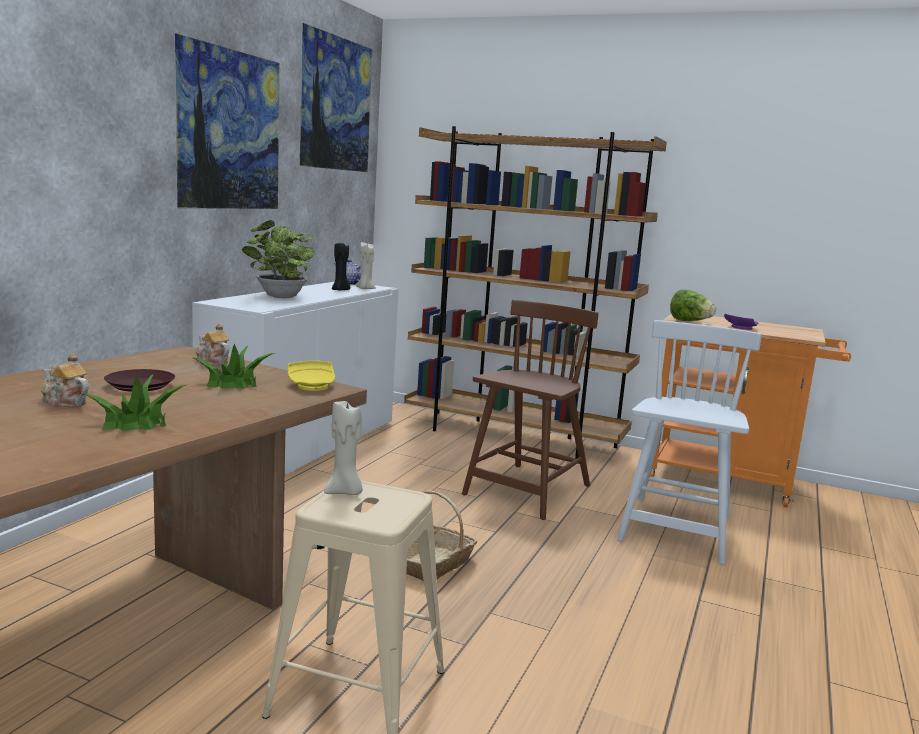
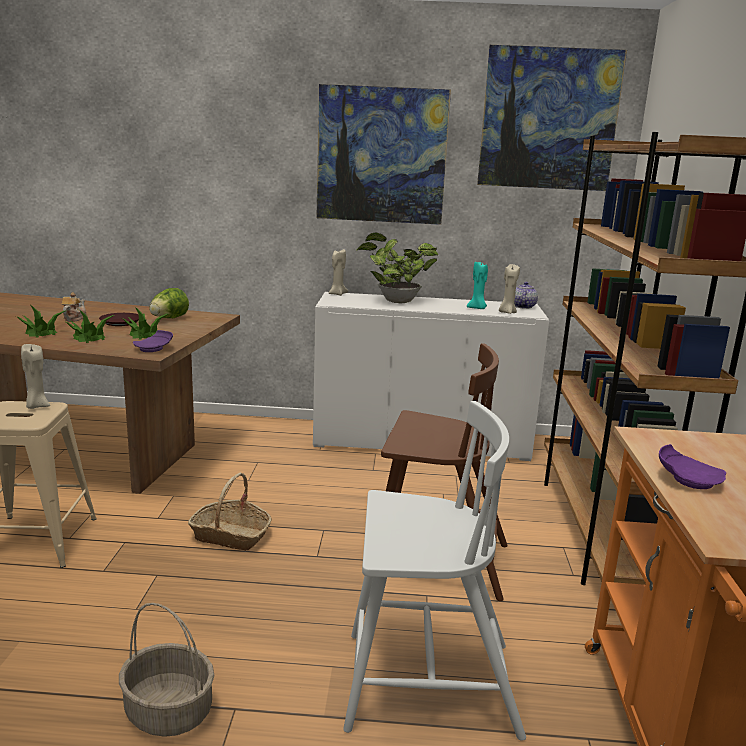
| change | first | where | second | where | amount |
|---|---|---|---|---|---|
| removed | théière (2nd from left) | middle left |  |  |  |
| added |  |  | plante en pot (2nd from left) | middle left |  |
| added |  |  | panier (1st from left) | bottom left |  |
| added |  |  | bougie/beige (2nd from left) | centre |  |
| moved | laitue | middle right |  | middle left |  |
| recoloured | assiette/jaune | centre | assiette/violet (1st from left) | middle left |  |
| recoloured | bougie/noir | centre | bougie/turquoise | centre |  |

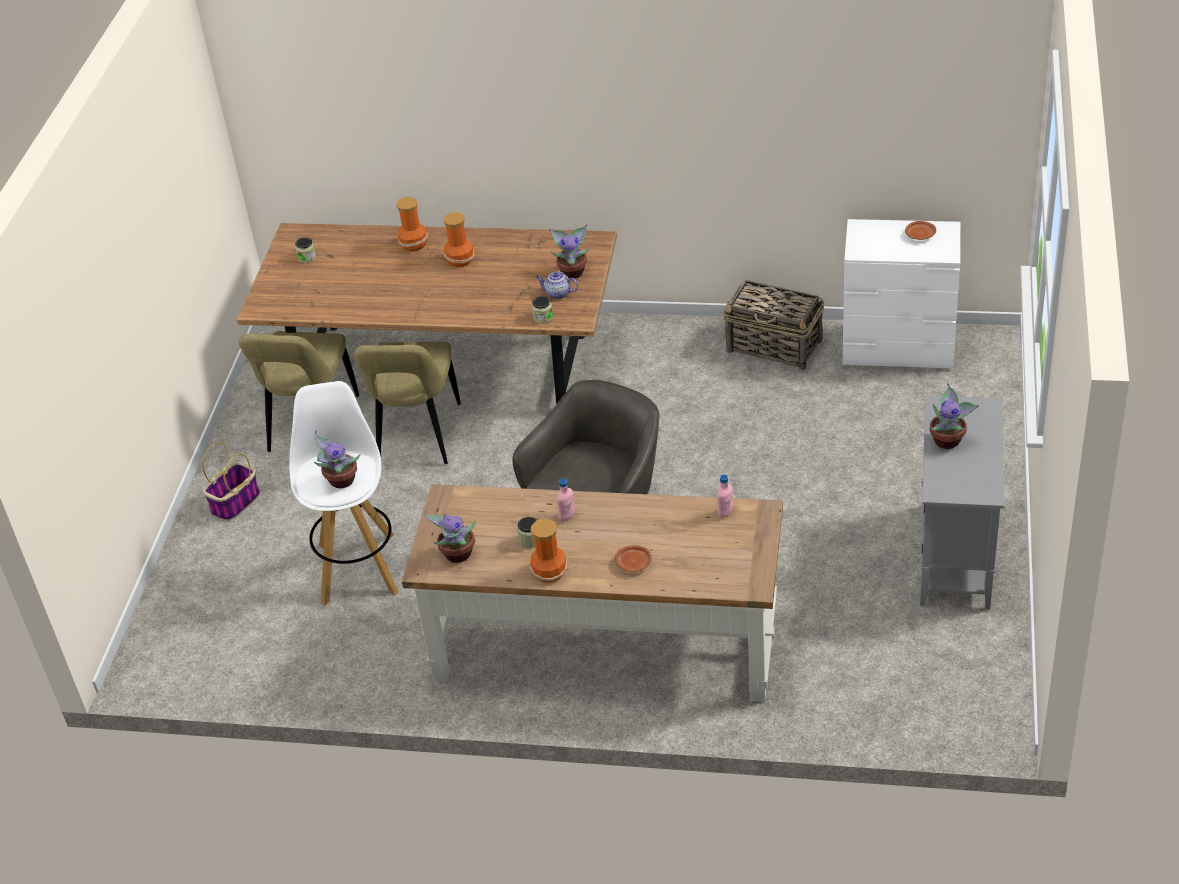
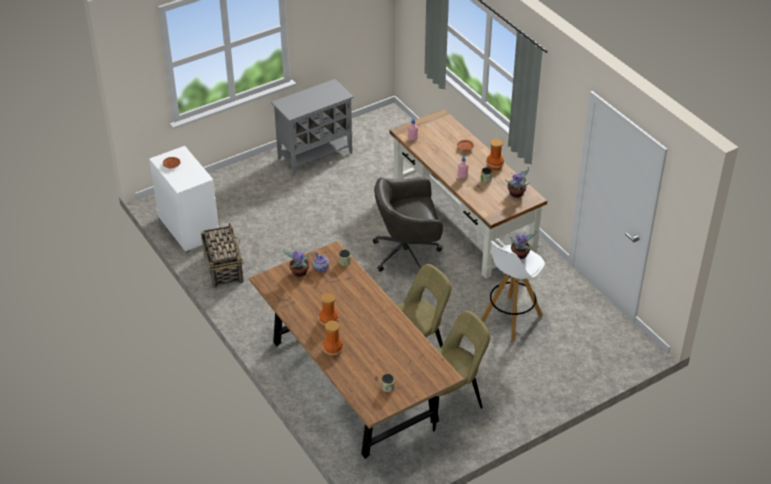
| change | first | where | second | where | amount |
|---|---|---|---|---|---|
| removed | panier (1st from left) | middle left |  |  |  |
| removed | plante en pot (4th from left) | middle right |  |  |  |

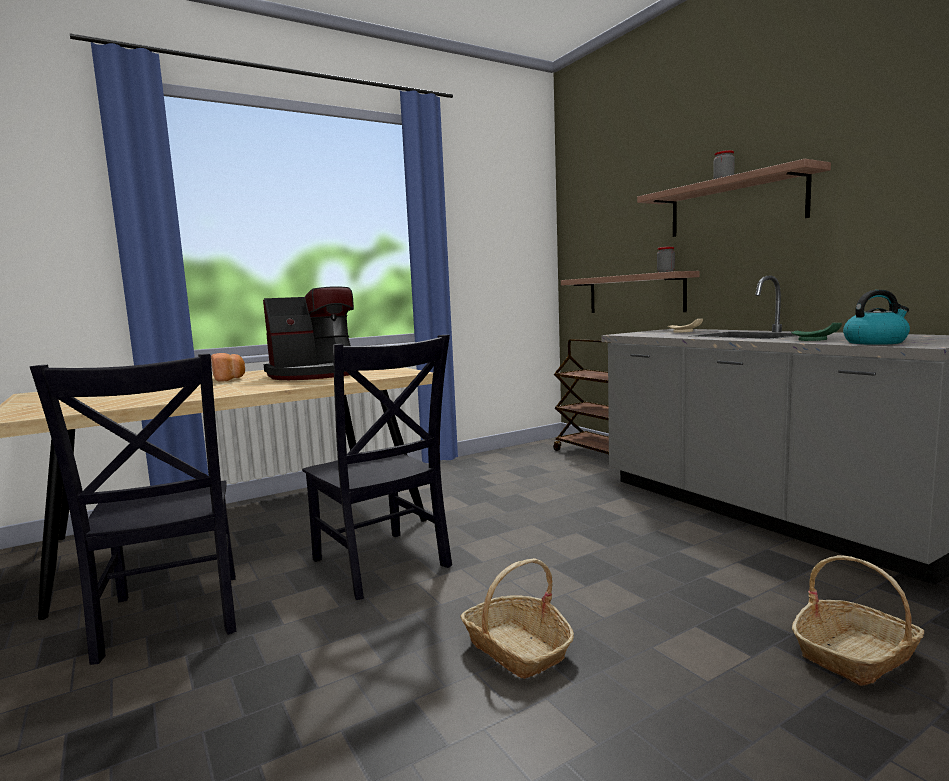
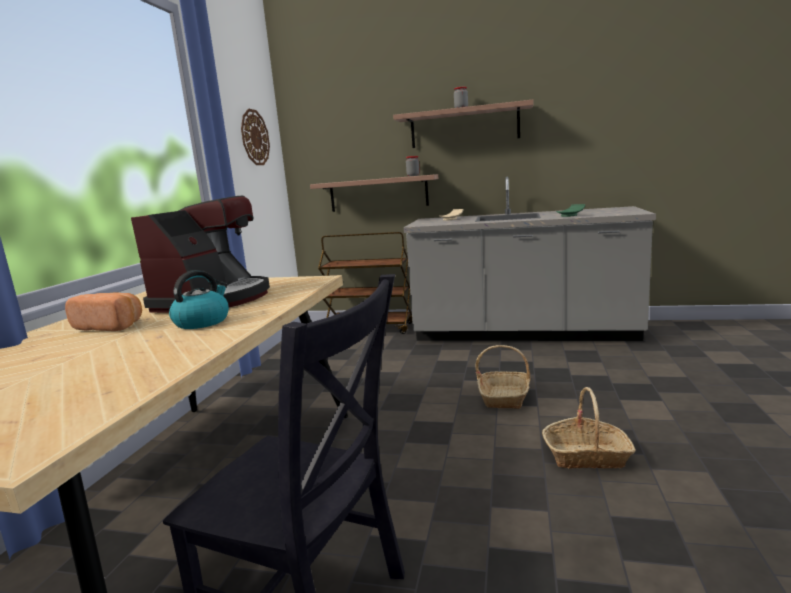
| change | first | where | second | where | amount |
|---|---|---|---|---|---|
| removed | chaise/noir (2nd from left) | centre |  |  |  |
| added |  |  | horloge murale | top left |  |
| moved | panier (2nd from left in the first image) | bottom right | panier (1st from left) | centre |  |
| moved | bouilloire | middle right |  | middle left |  |

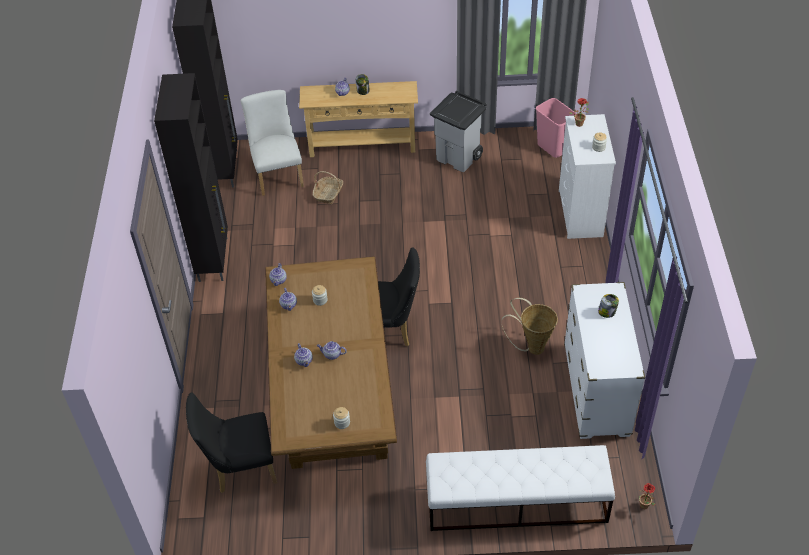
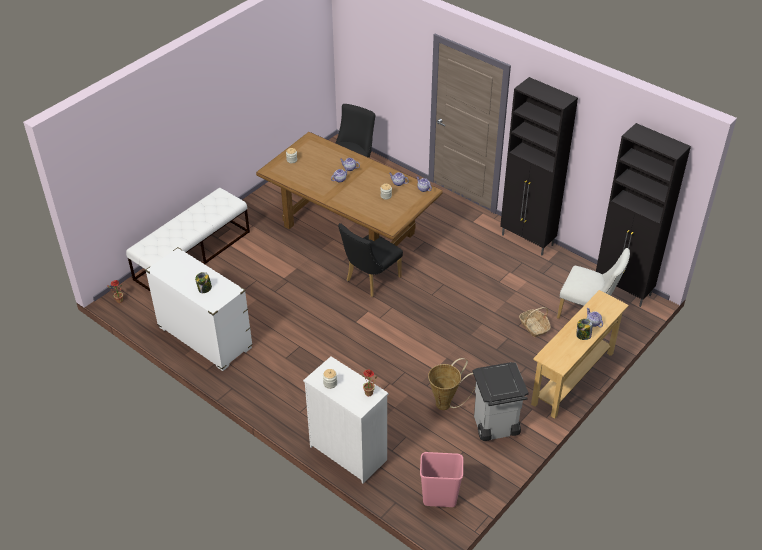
| change | first | where | second | where | amount |
|---|---|---|---|---|---|
| moved | panier (2nd from left in the first image) | centre | panier (1st from left) | bottom centre |  |

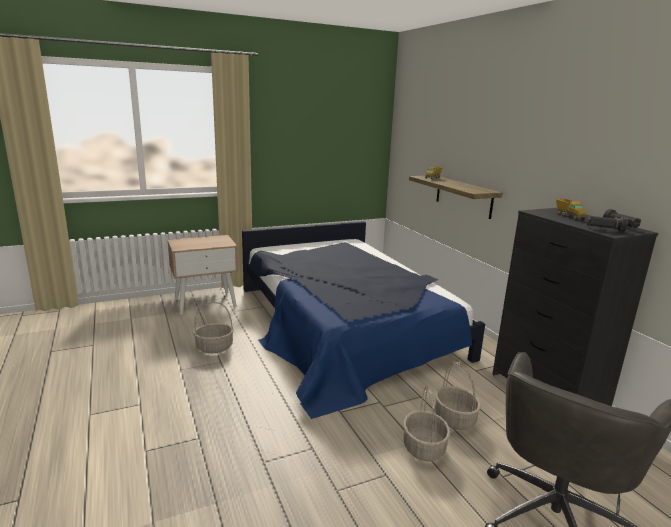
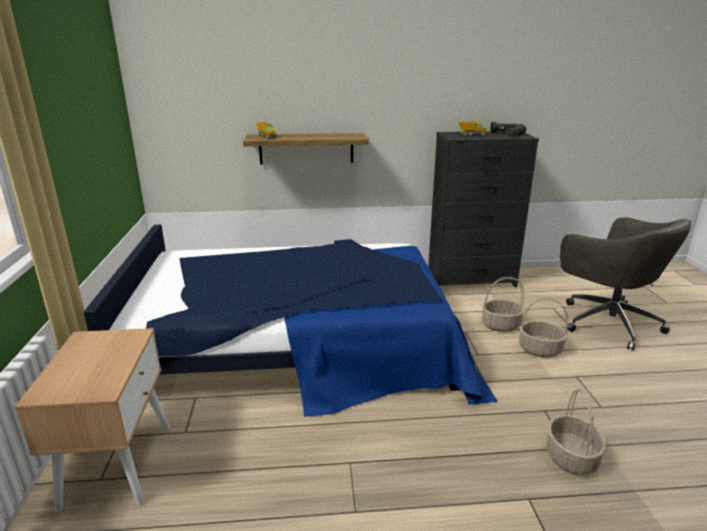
| change | first | where | second | where | amount |
|---|---|---|---|---|---|
| moved | panier (1st from left in the first image) | middle left | panier (3rd from left) | bottom right |  |

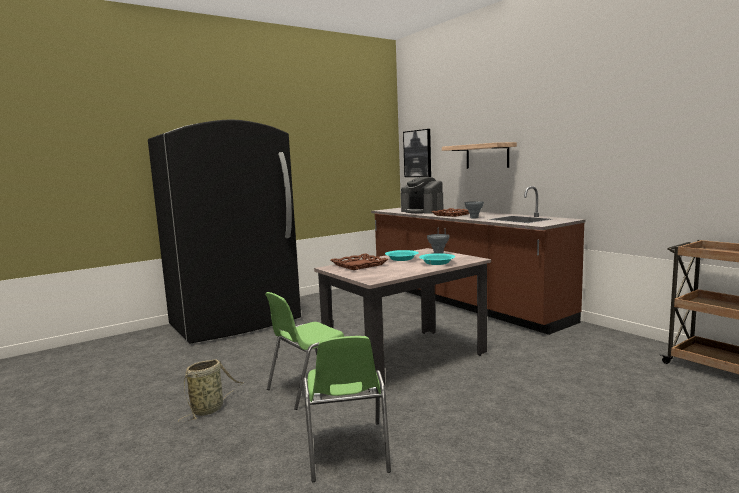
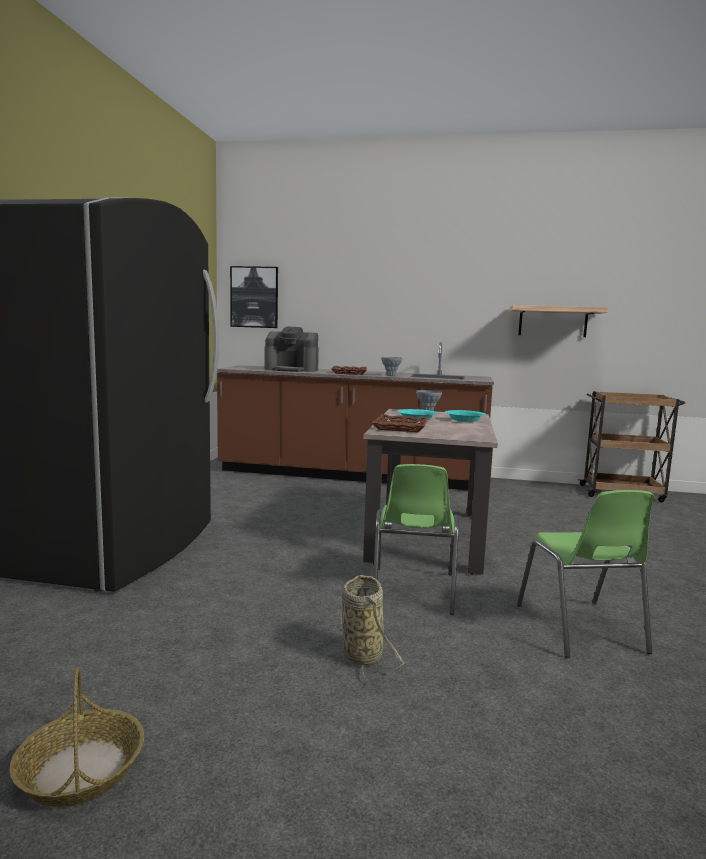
| change | first | where | second | where | amount |
|---|---|---|---|---|---|
| added |  |  | panier (1st from left) | bottom left |  |
| moved | étagère | top centre |  | middle right |  |
| turned | chaise/vert (2nd from left) | bottom centre |  | bottom right | 45 degrees clockwise |

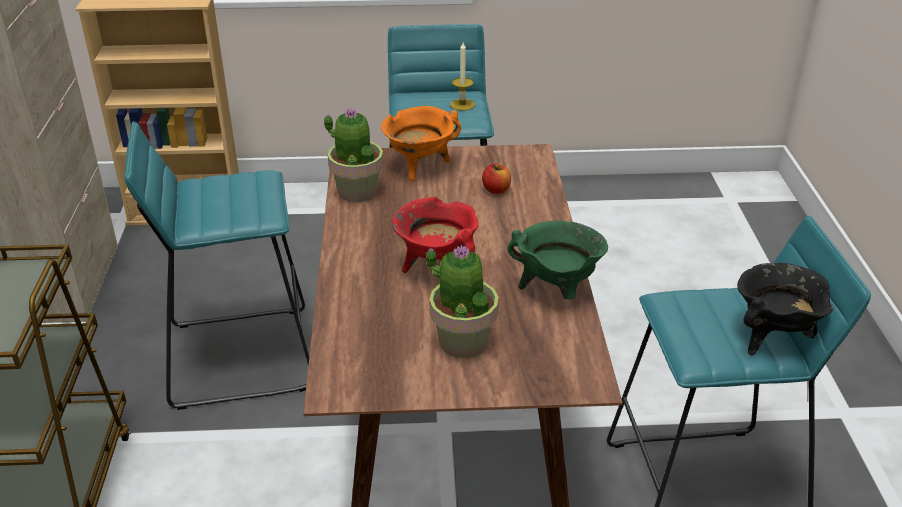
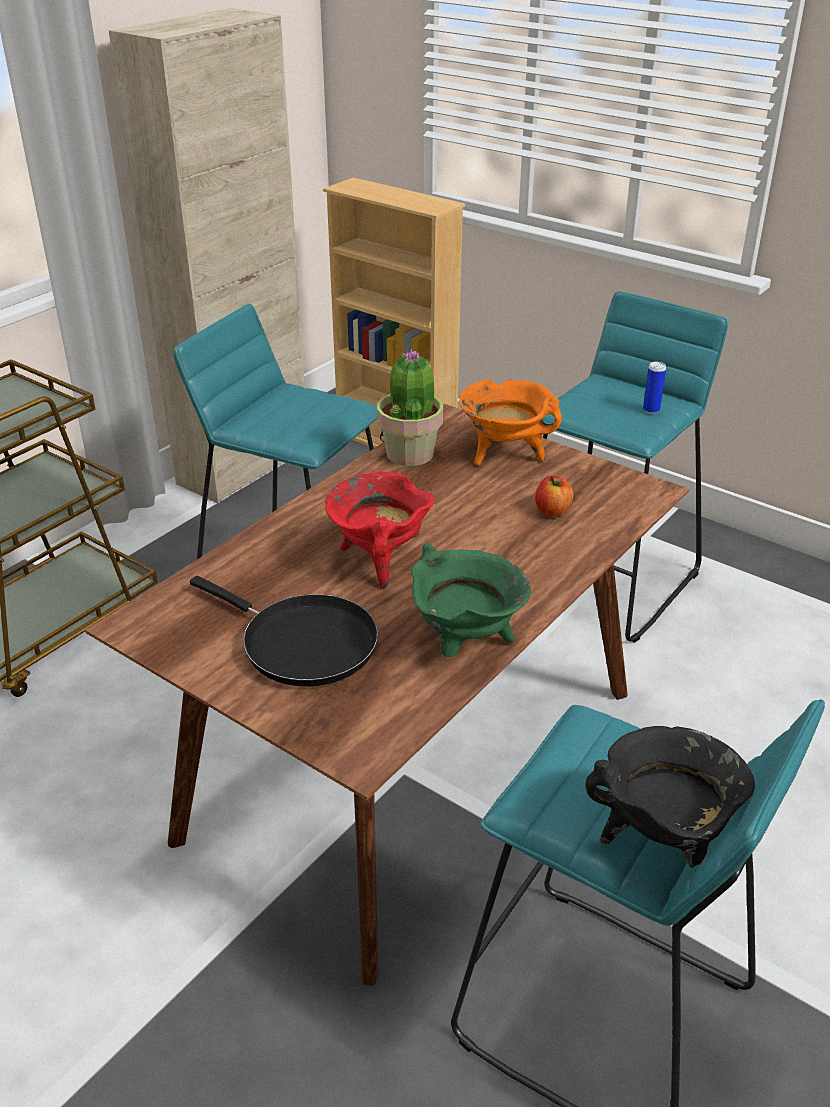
| change | first | where | second | where | amount |
|---|---|---|---|---|---|
| replaced | plante en pot (2nd from left) | centre | poêle/noir | centre |  |
| replaced | bougie | top centre | boîte métallique | middle right |  |

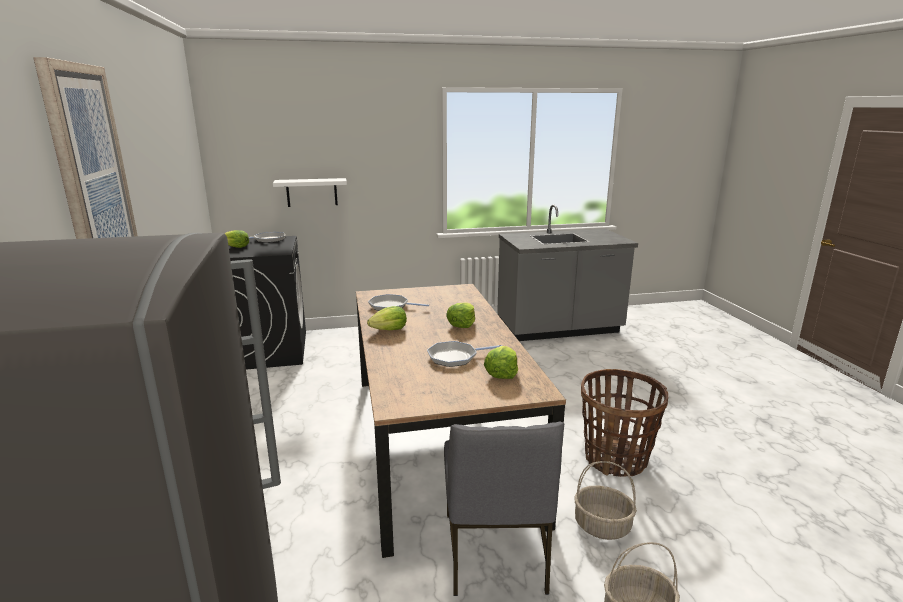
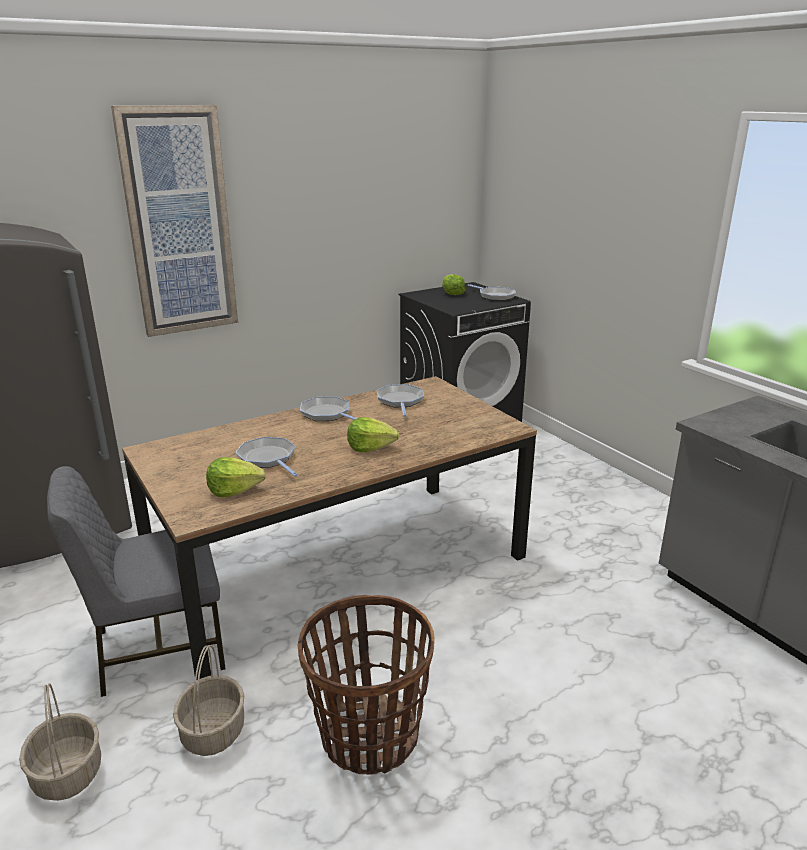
| change | first | where | second | where | amount |
|---|---|---|---|---|---|
| removed | étagère/blanc | top centre |  |  |  |
| replaced | laitue (2nd from left) | centre | poêle (2nd from left) | centre |  |

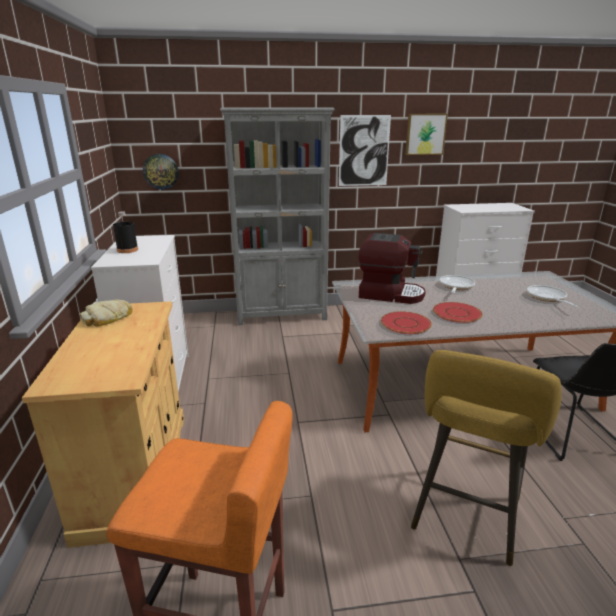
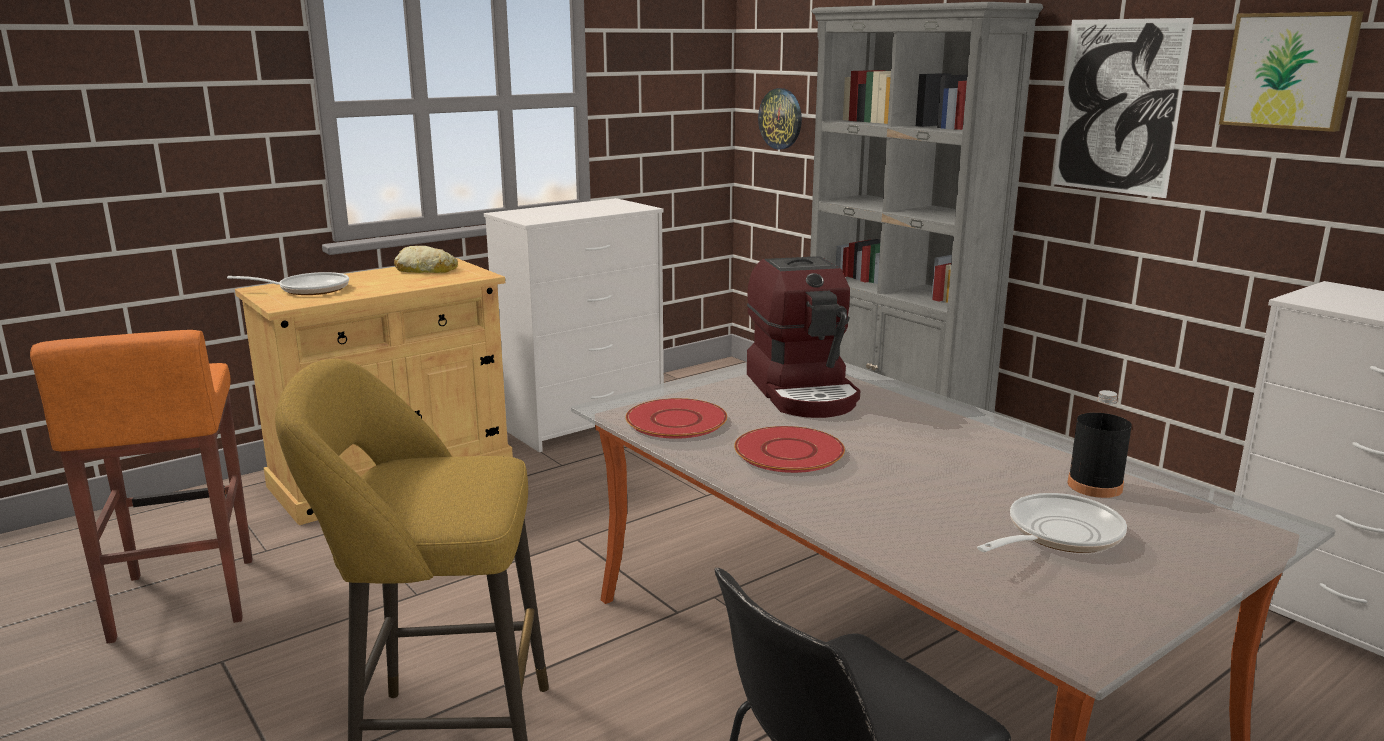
| change | first | where | second | where | amount |
|---|---|---|---|---|---|
| moved | bouteille/noir | middle left |  | middle right |  |
| moved | poêle (1st from left) | middle right |  | middle left |  |

